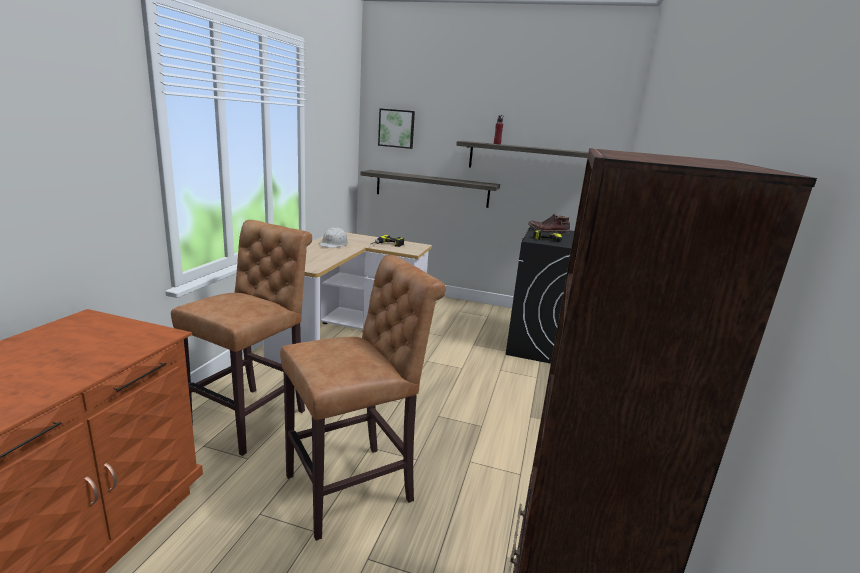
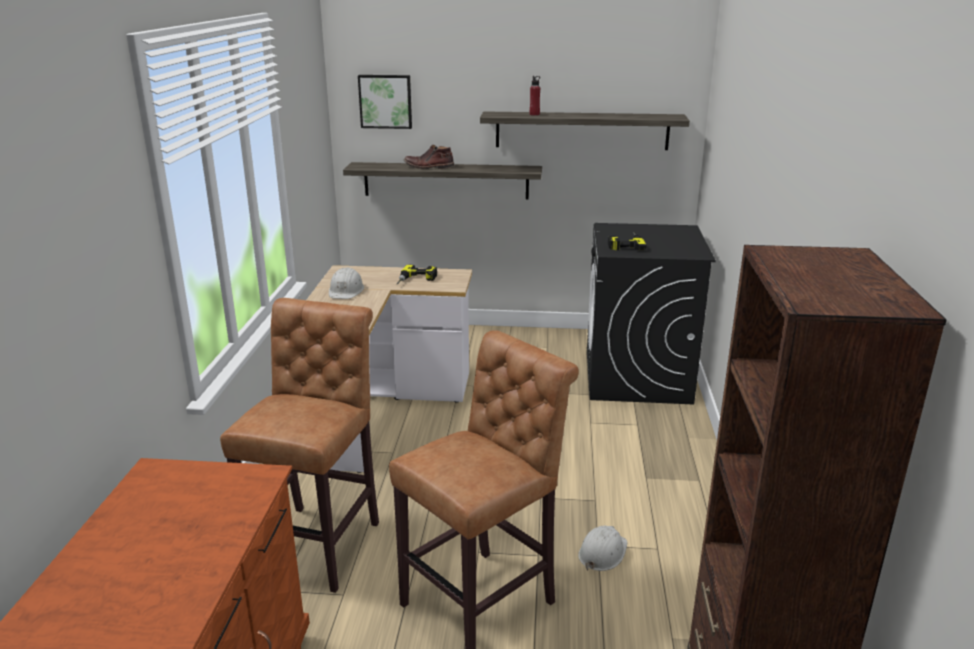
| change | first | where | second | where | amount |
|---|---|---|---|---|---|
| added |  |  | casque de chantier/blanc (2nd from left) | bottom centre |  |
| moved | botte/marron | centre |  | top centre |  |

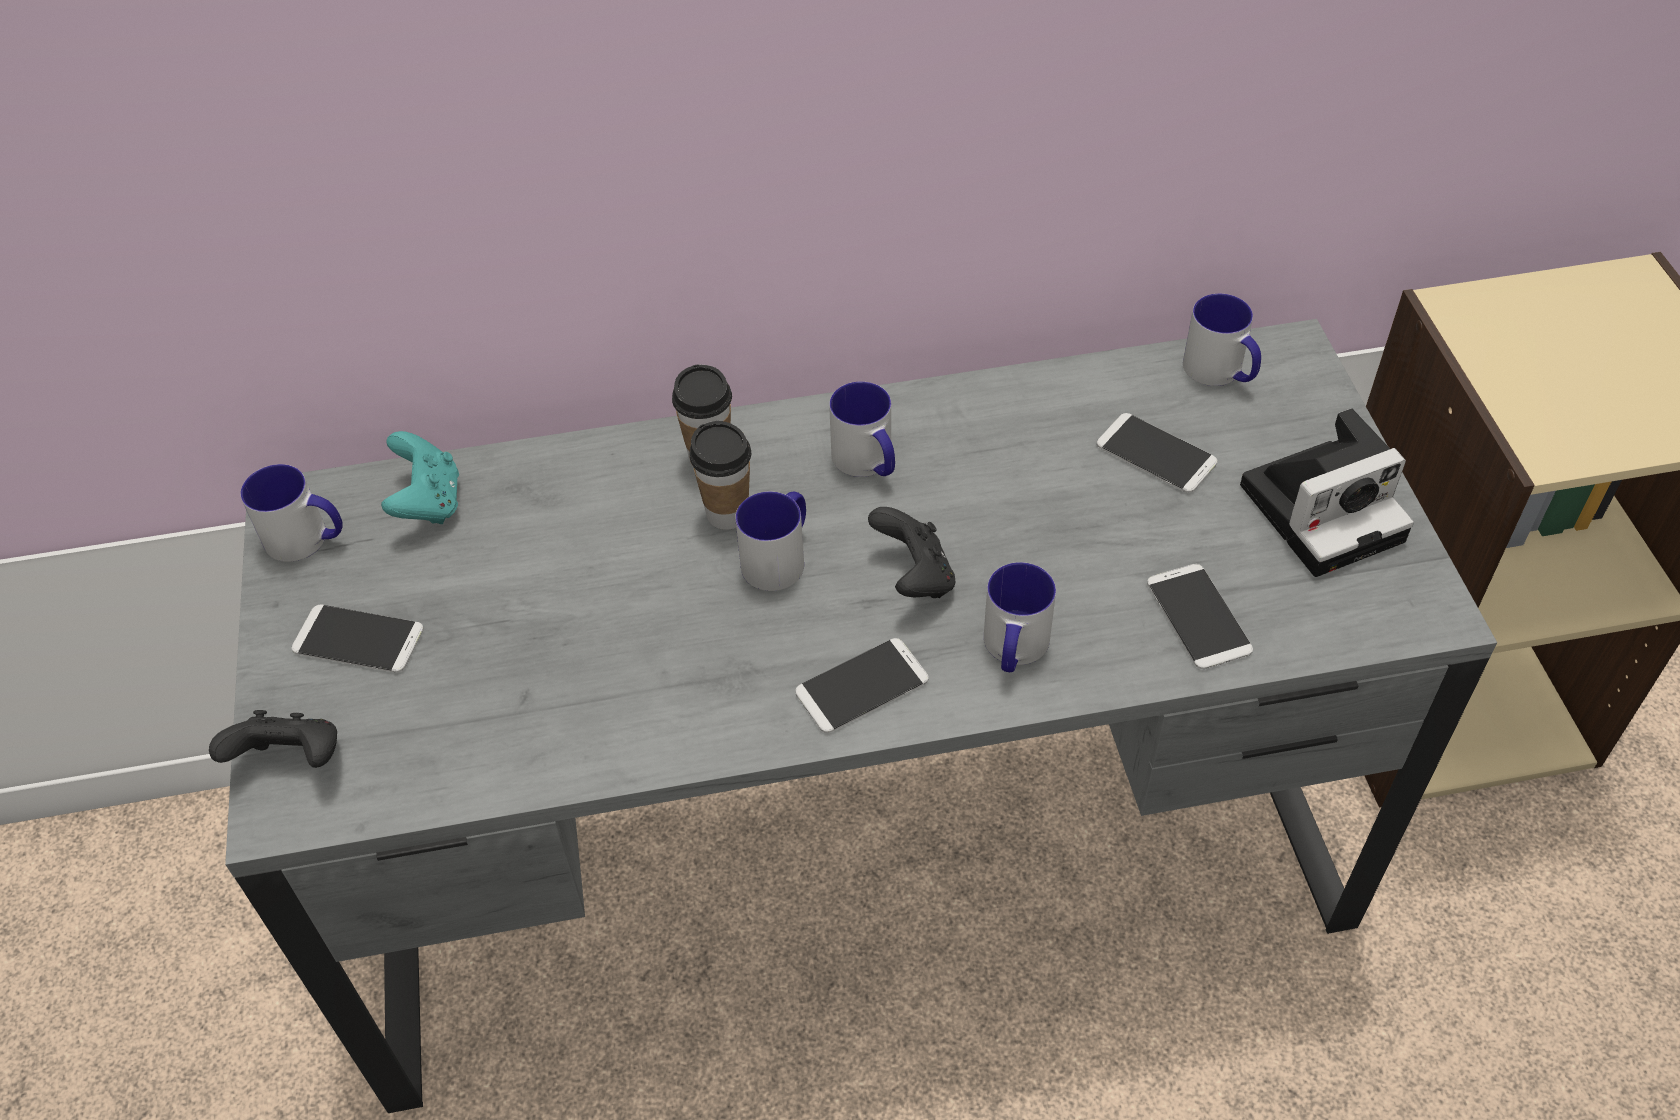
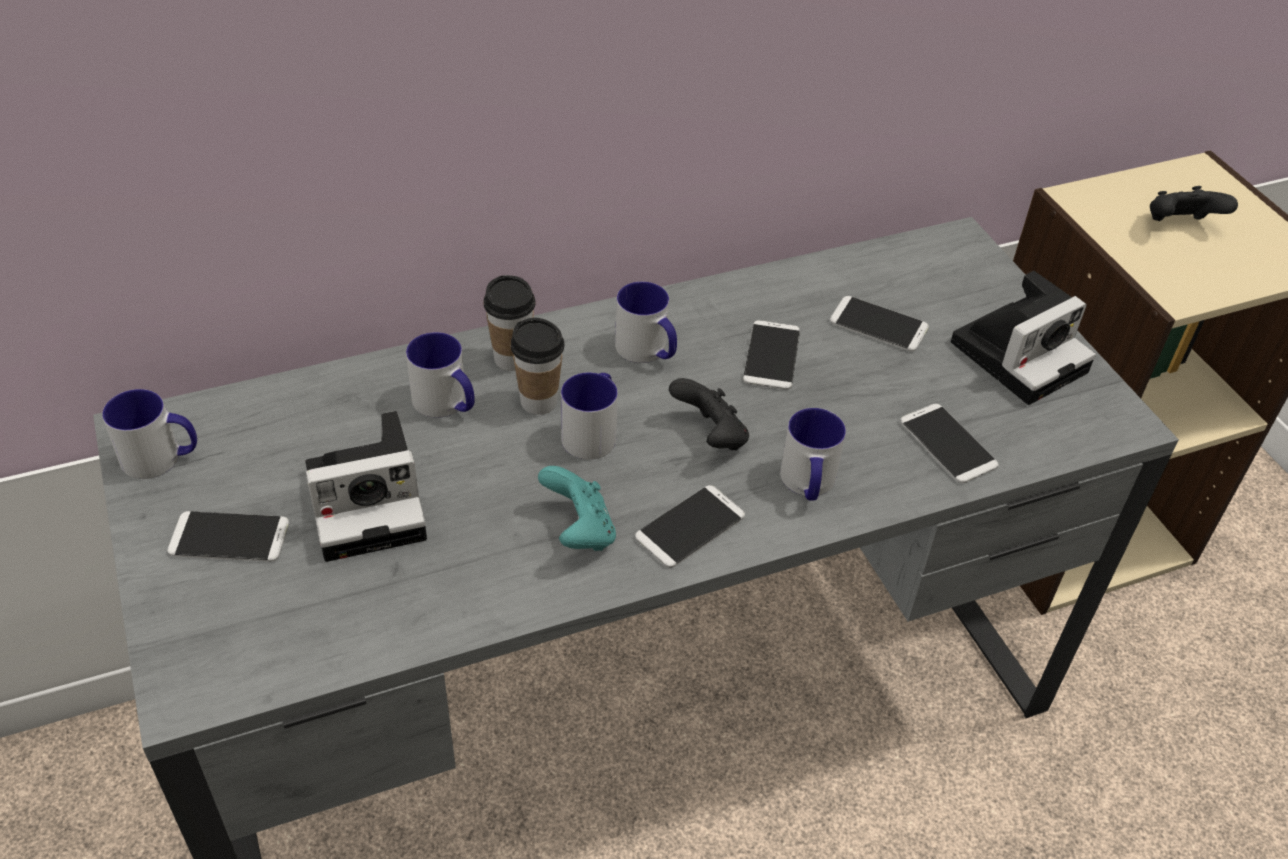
| change | first | where | second | where | amount |
|---|---|---|---|---|---|
| added |  |  | appareil photo (1st from left) | middle left |  |
| added |  |  | téléphone (3rd from left) | centre |  |
| moved | manette/noir (1st from left in the first image) | middle left | manette/noir (2nd from left) | top right |  |
| moved | manette/turquoise | middle left |  | centre |  |
| moved | mug (5th from left in the first image) | top right | mug (2nd from left) | centre |  |

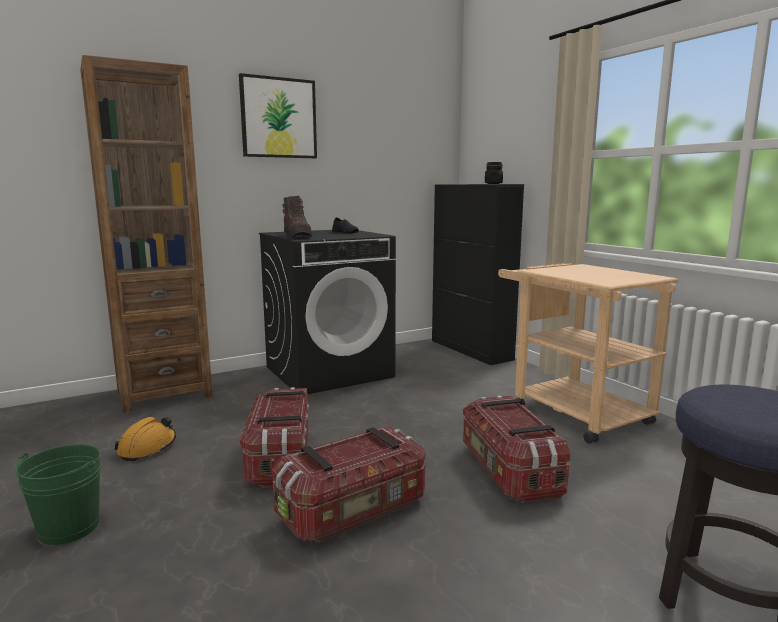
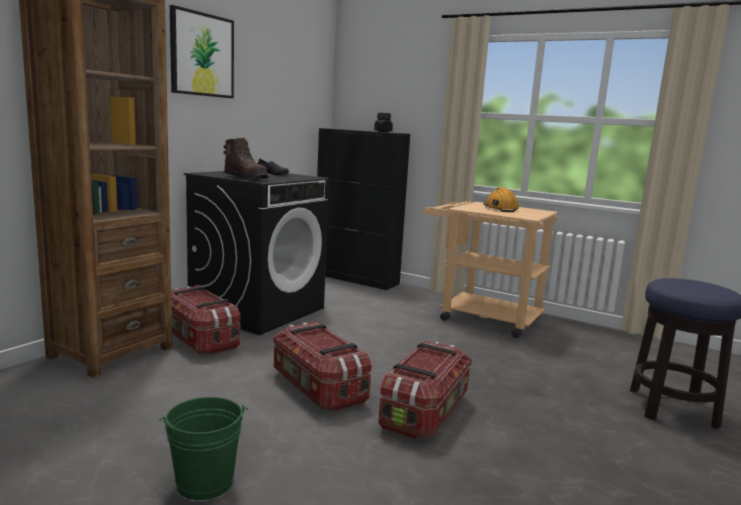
| change | first | where | second | where | amount |
|---|---|---|---|---|---|
| moved | casque de chantier/orange | bottom left |  | middle right |  |
| moved | boîte de rangement (3rd from left in the first image) | bottom centre | boîte de rangement (1st from left) | middle left |  |

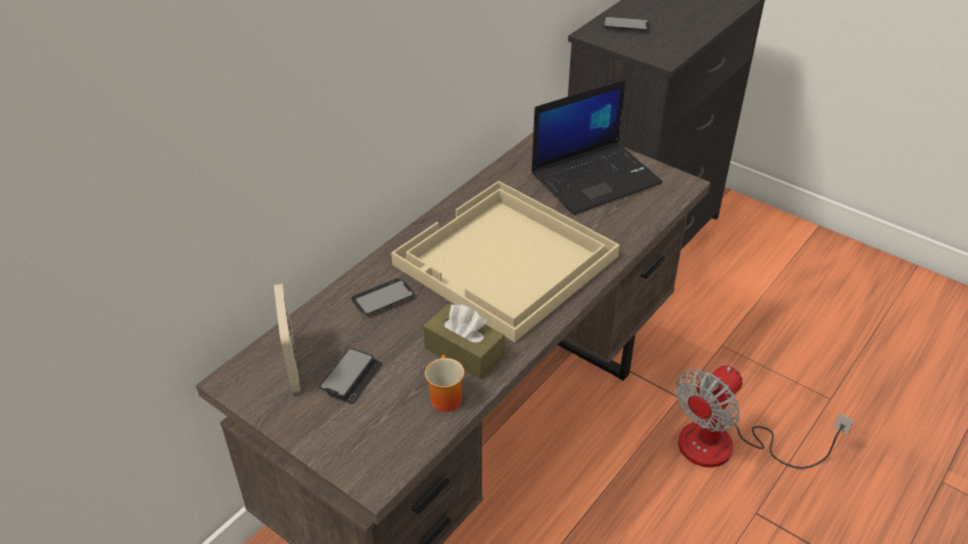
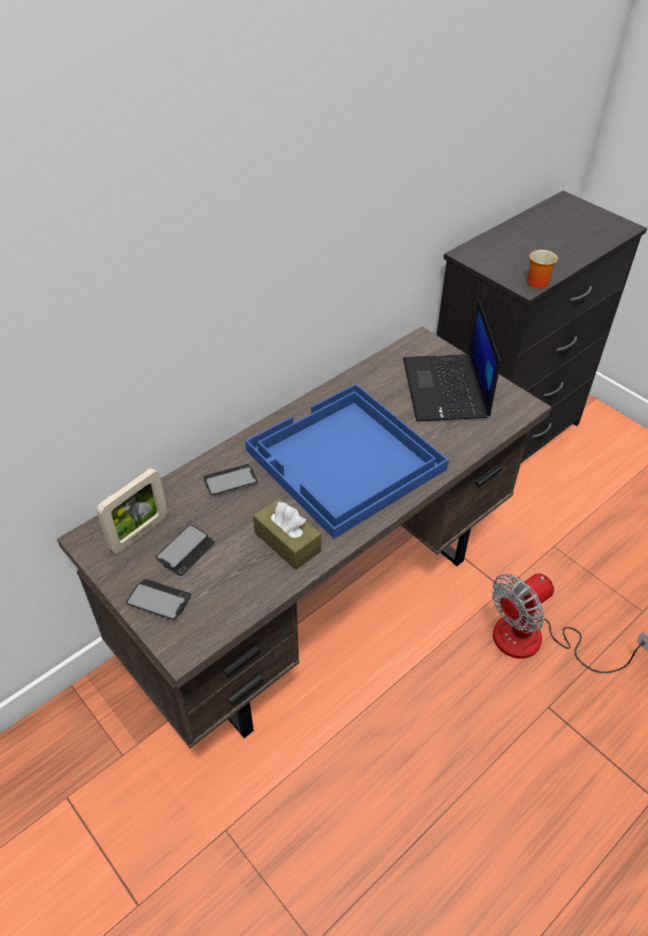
| change | first | where | second | where | amount |
|---|---|---|---|---|---|
| moved | mug | bottom centre |  | top right |  |
| moved | téléphone (3rd from left in the first image) | top centre | téléphone (1st from left) | middle left |  |
| recoloured | plateau/beige | centre | plateau/bleu | centre |  |
| turned | cadre photo | middle left |  | middle left | 135 degrees counterclockwise |
| turned | ordinateur portable | top centre |  | middle right | 105 degrees clockwise |

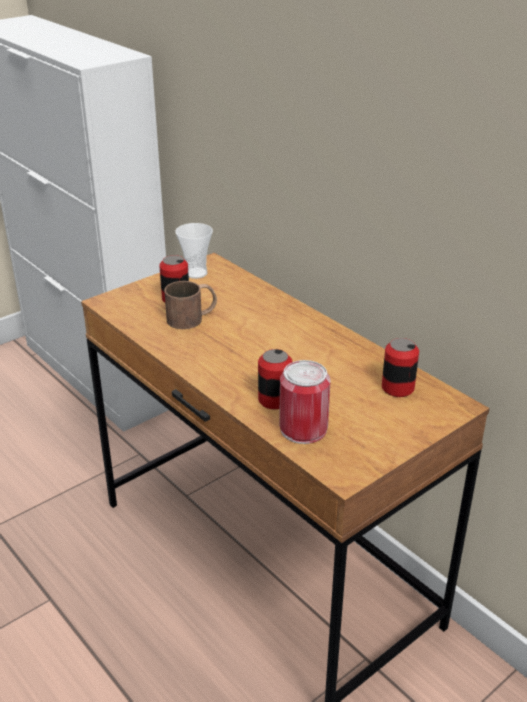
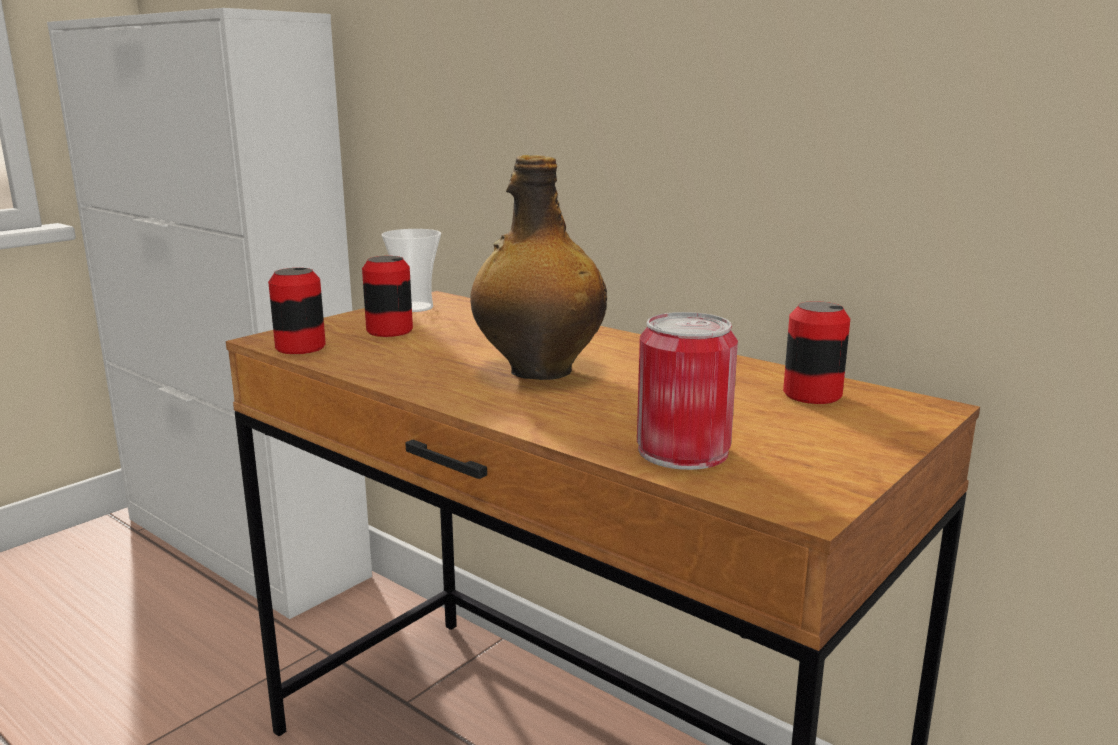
| change | first | where | second | where | amount |
|---|---|---|---|---|---|
| removed | mug/marron | centre |  |  |  |
| added |  |  | bouteille | centre |  |
| moved | boîte métallique (2nd from left in the first image) | centre | boîte métallique (1st from left) | middle left |  |

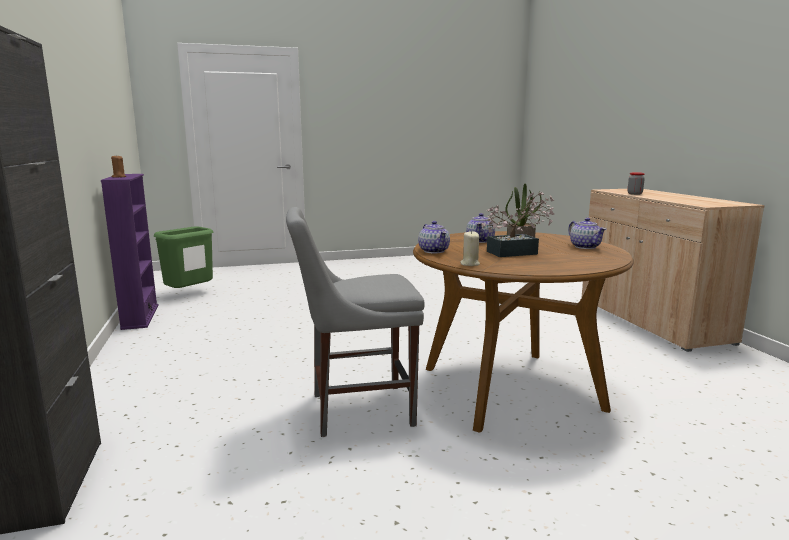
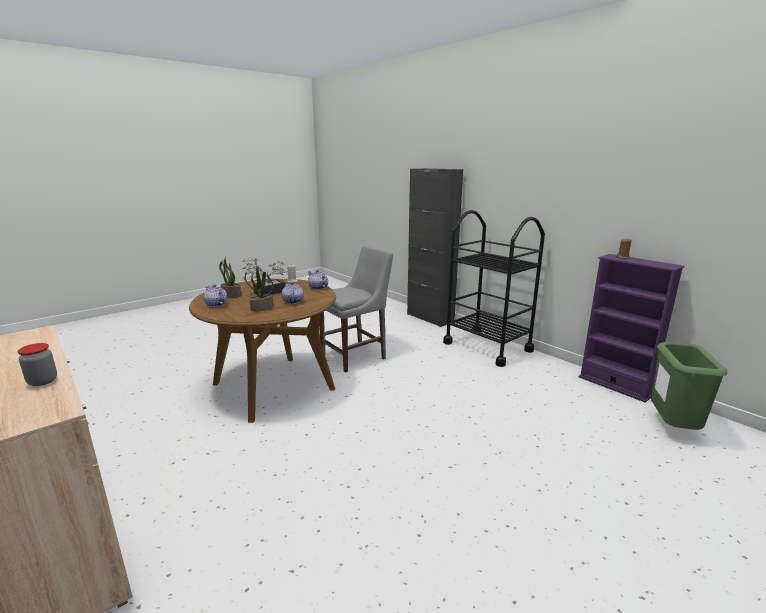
| change | first | where | second | where | amount |
|---|---|---|---|---|---|
| added |  |  | plante en pot (1st from left) | middle left |  |
| added |  |  | chariot/noir | centre |  |

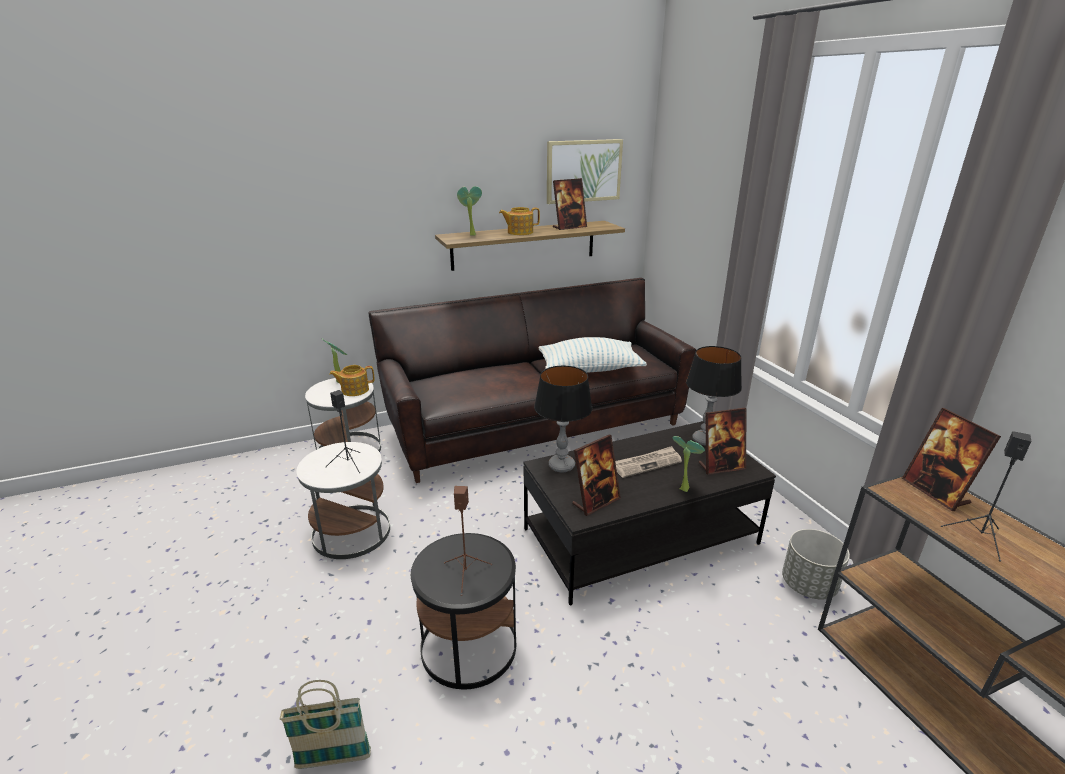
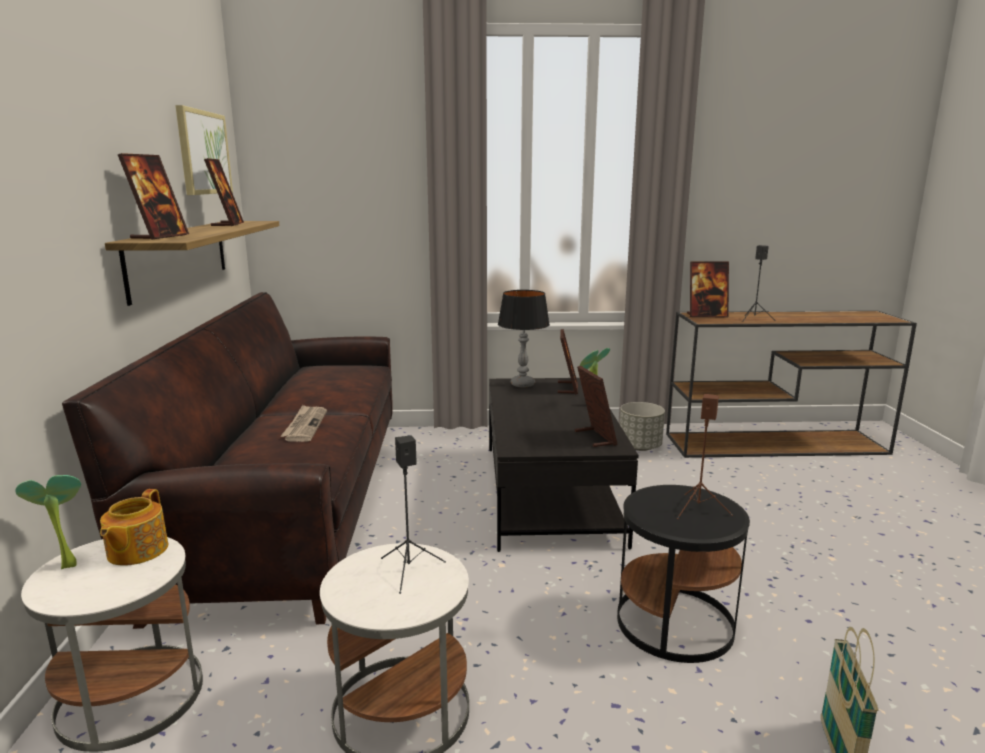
| change | first | where | second | where | amount |
|---|---|---|---|---|---|
| removed | théière (2nd from left) | top centre |  |  |  |
| removed | lampe de table (1st from left) | centre |  |  |  |
| removed | coussin | centre |  |  |  |
| moved | journal | centre |  | middle left |  |
| replaced | plante en pot (2nd from left) | top centre | cadre photo (1st from left) | top left |  |

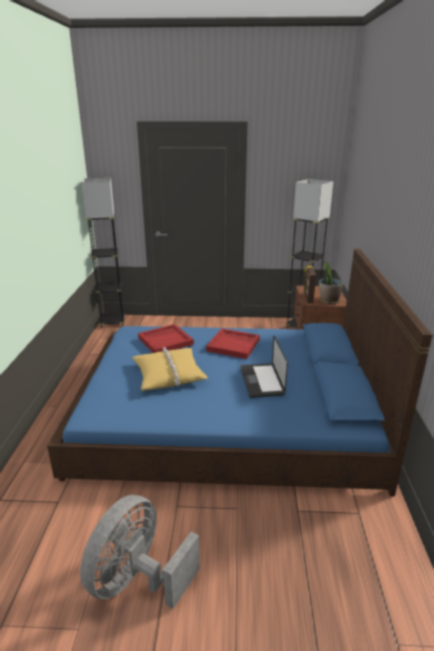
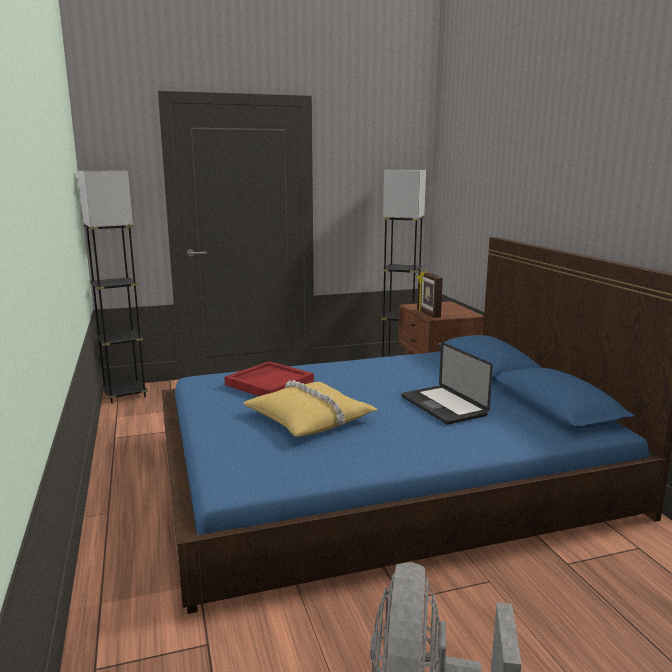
| change | first | where | second | where | amount |
|---|---|---|---|---|---|
| removed | plateau/rouge (2nd from left) | centre |  |  |  |
| removed | plante en pot | middle right |  |  |  |

